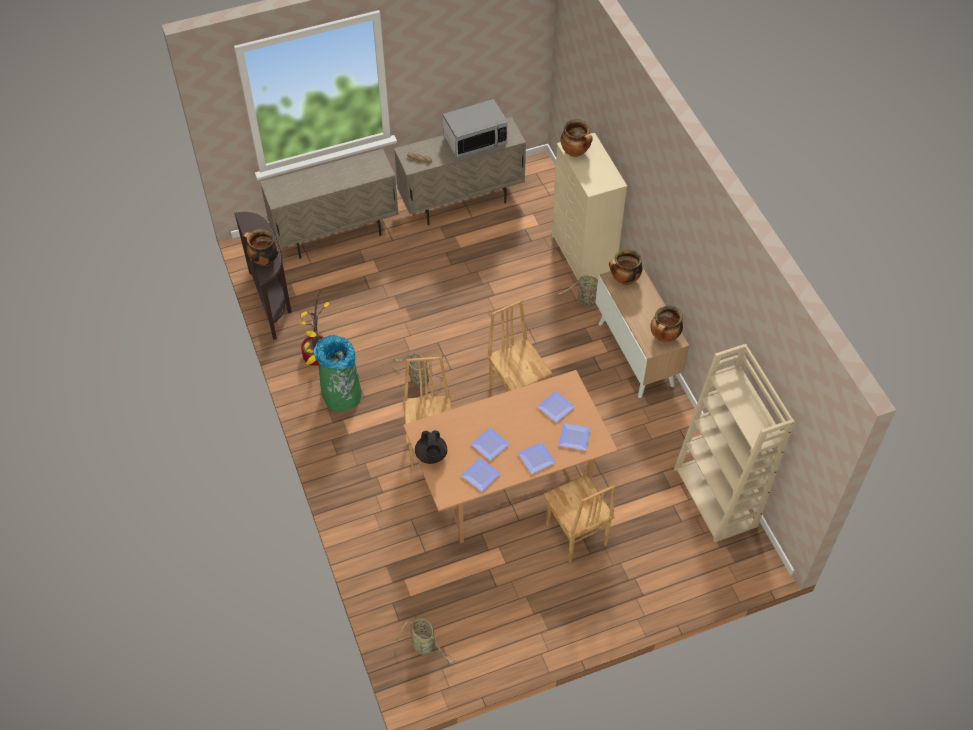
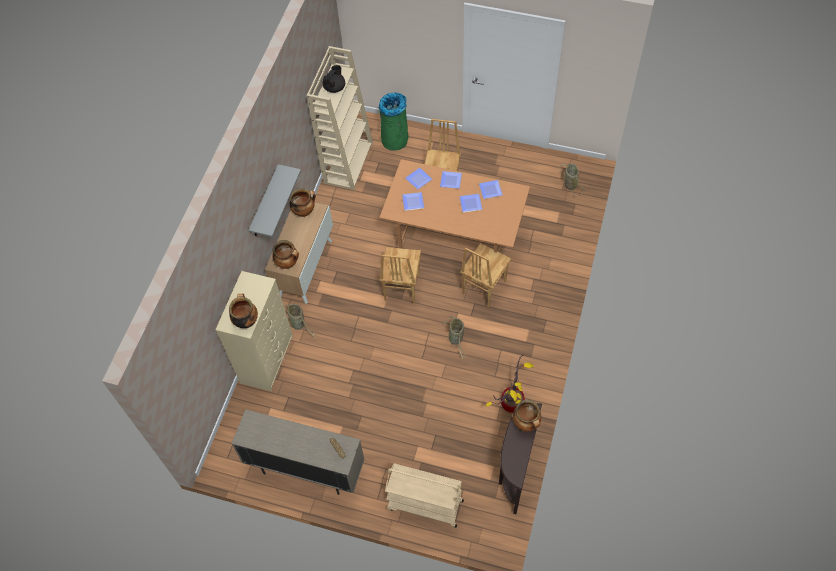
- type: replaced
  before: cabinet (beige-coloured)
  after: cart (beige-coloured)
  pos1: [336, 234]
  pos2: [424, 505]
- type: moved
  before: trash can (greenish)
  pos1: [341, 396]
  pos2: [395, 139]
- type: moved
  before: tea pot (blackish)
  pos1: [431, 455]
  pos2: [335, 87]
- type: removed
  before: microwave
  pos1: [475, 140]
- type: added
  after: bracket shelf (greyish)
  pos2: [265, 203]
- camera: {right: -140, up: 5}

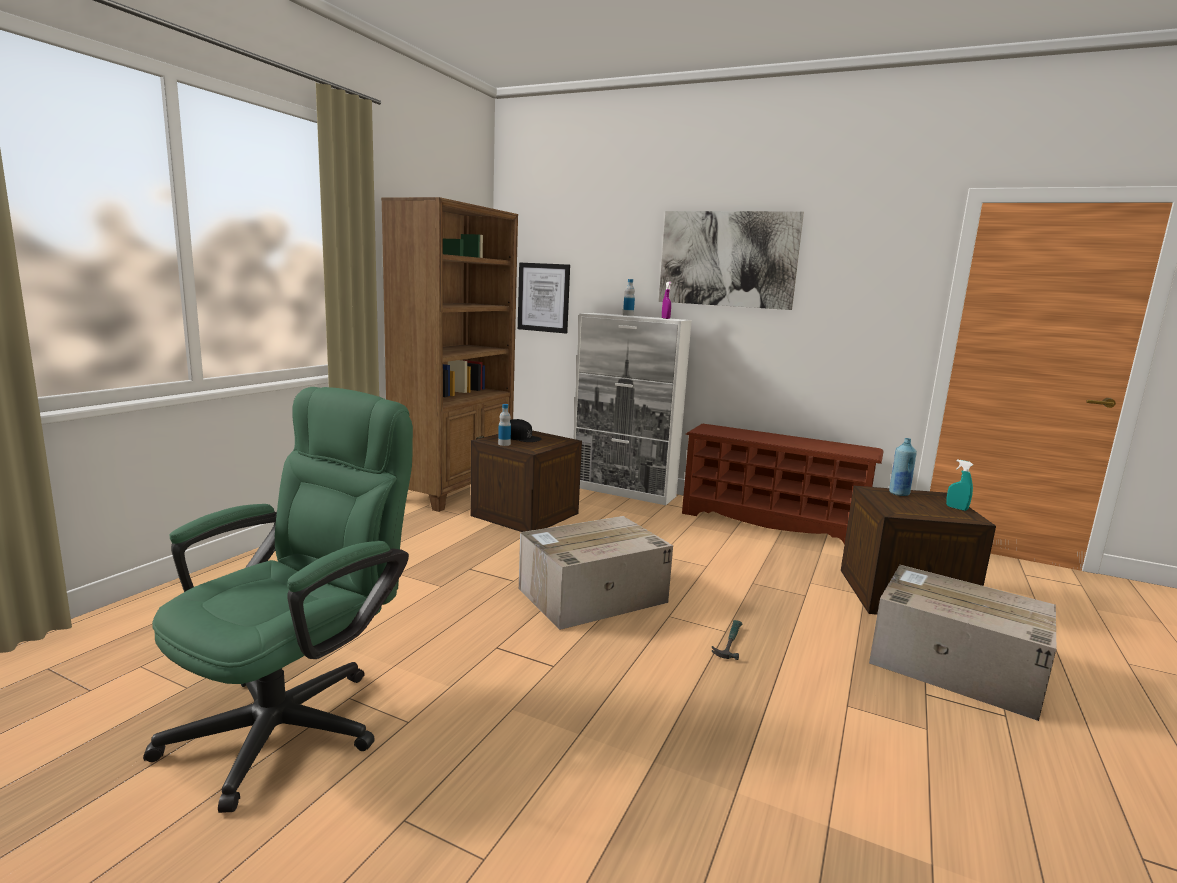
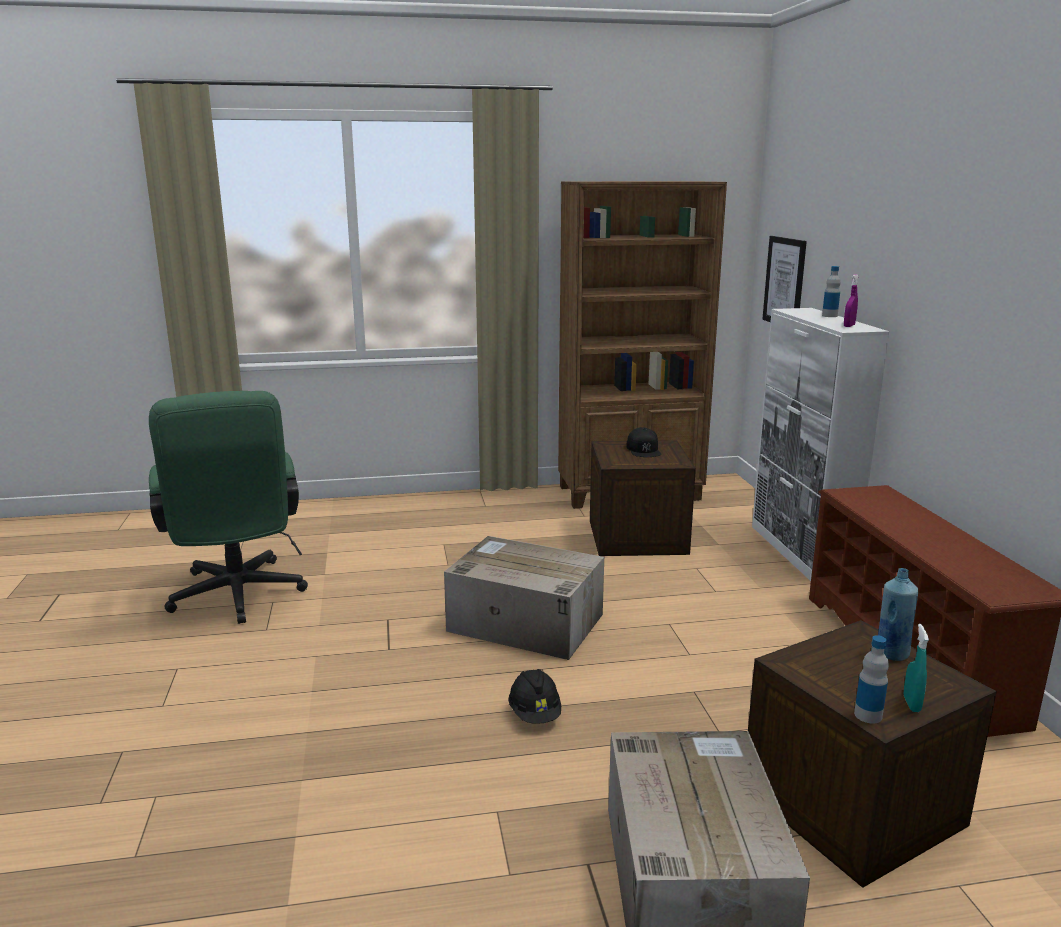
- type: turned
  before: computer chair (greenish)
  pos1: [296, 718]
  pos2: [237, 598]
  turn: 75
- type: moved
  before: beverage bottle
  pos1: [504, 444]
  pos2: [868, 715]
- type: removed
  before: wall art
  pos1: [727, 259]
- type: replaced
  before: hammer
  after: hard hat (blackish)
  pos1: [729, 642]
  pos2: [535, 714]
- camera: {right: 55, up: 5}

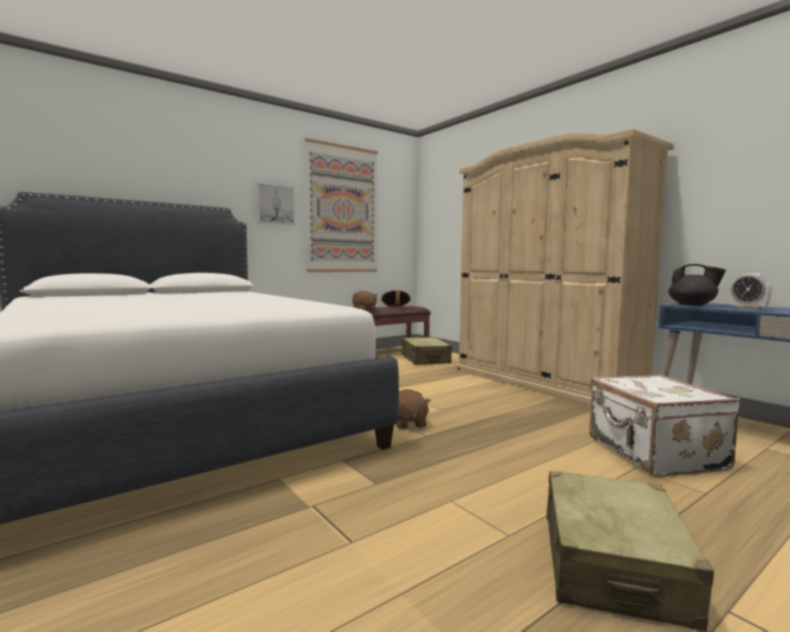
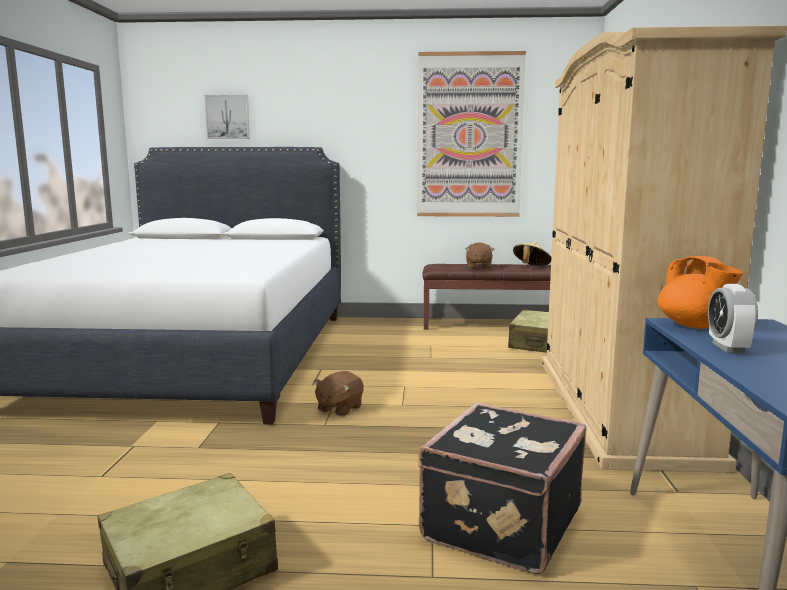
- type: moved
  before: wall art
  pos1: [275, 204]
  pos2: [228, 117]
- type: recoloured
  before: piece of luggage (white-coloured)
  after: piece of luggage (blackish)
  pos1: [653, 454]
  pos2: [499, 523]
- type: recoloured
  before: tea pot (blackish)
  after: tea pot (orange-coloured)
  pos1: [693, 305]
  pos2: [695, 326]
- camera: {right: 40, up: 5}

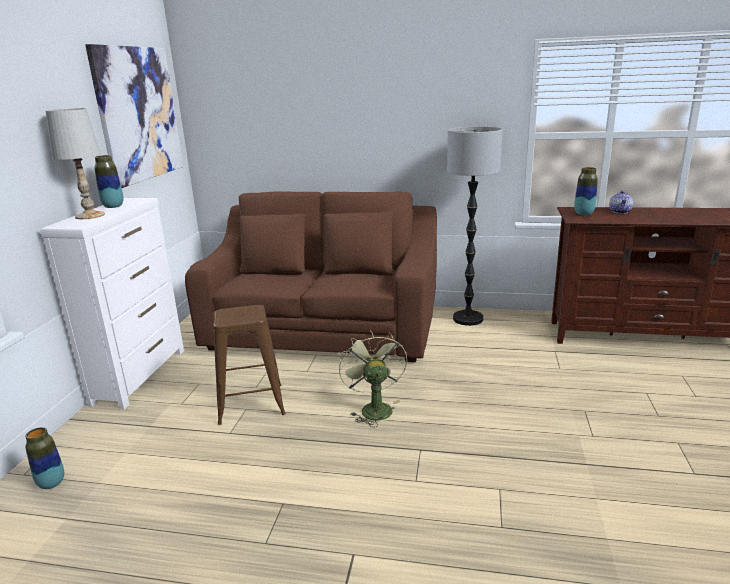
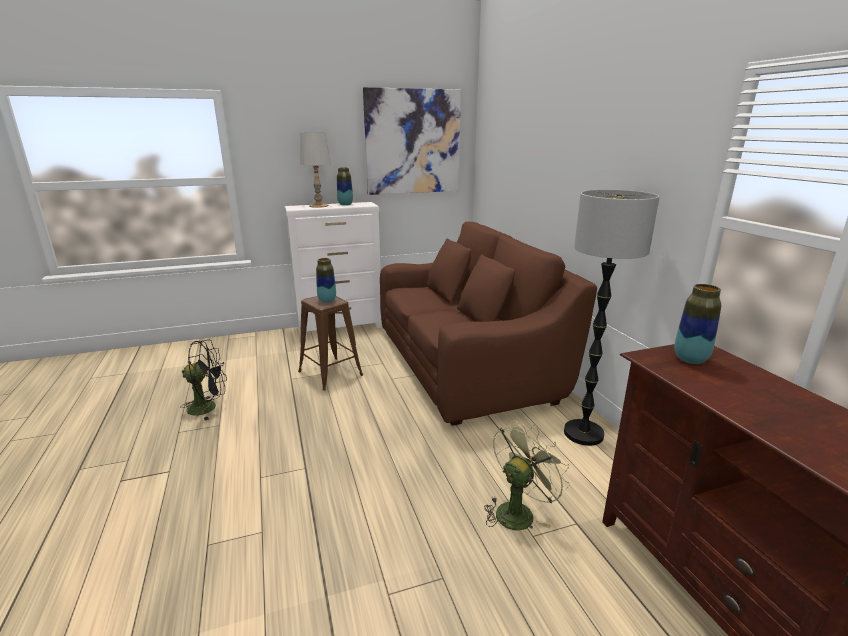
- type: moved
  before: flower vase
  pos1: [51, 483]
  pos2: [327, 300]
- type: moved
  before: cooling fan (greenish)
  pos1: [373, 408]
  pos2: [518, 511]
- type: removed
  before: tea pot
  pos1: [620, 212]
- type: added
  after: cooling fan (blackish)
  pos2: [208, 407]
- camera: {right: 60, up: 0}

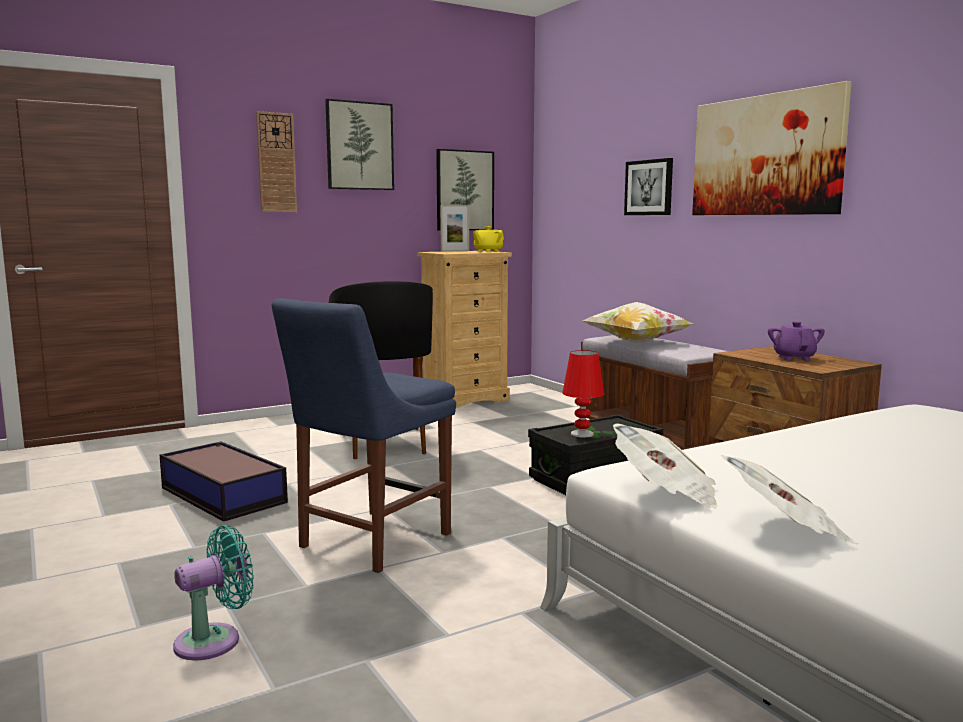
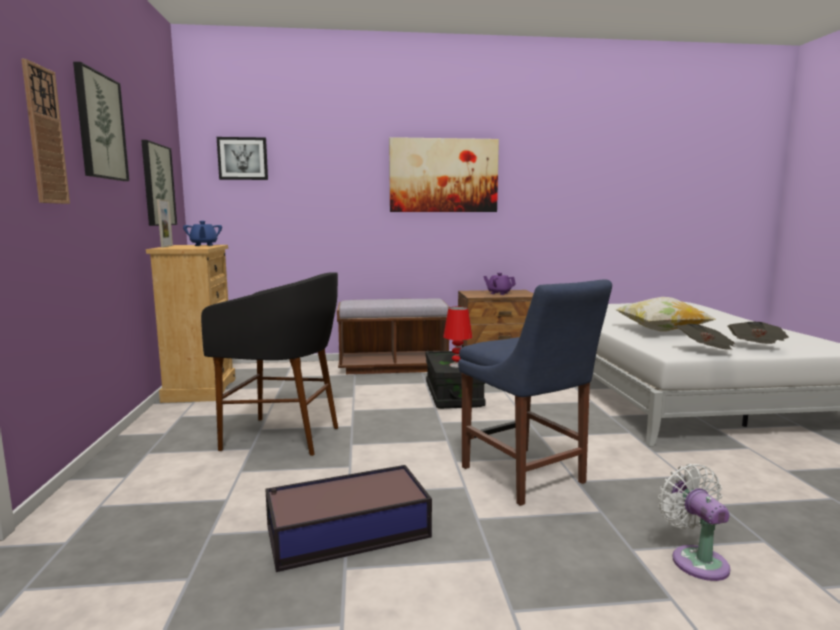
- type: recoloured
  before: cooling fan (turquoise-coloured)
  after: cooling fan (white-coloured)
  pos1: [214, 640]
  pos2: [696, 559]
- type: recoloured
  before: tea pot (yellow-coloured)
  after: tea pot (blue-coloured)
  pos1: [488, 251]
  pos2: [204, 245]
- type: moved
  before: throw pillow
  pos1: [636, 342]
  pos2: [661, 331]
- type: moved
  before: wall art
  pos1: [649, 187]
  pos2: [243, 158]
- camera: {right: -65, up: 0}

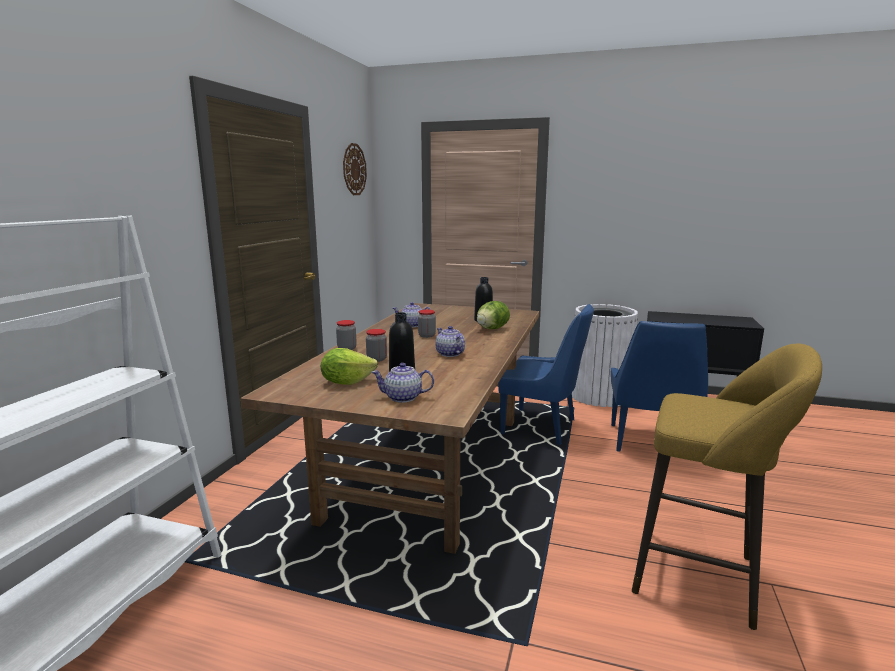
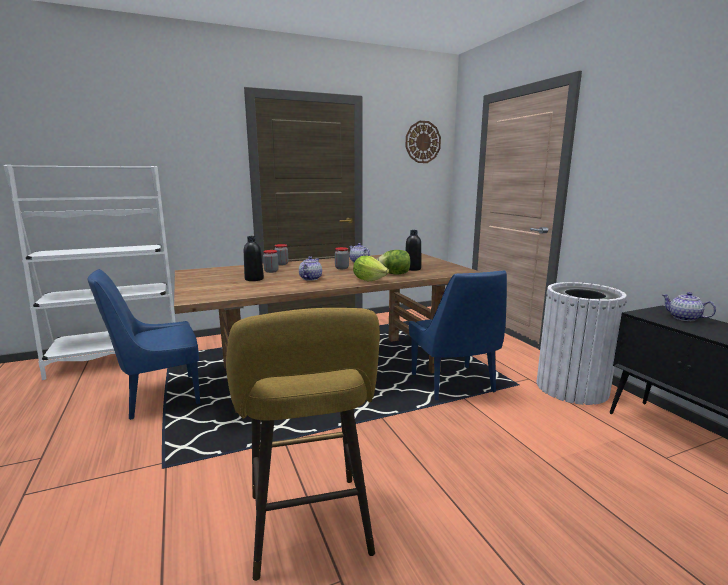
- type: moved
  before: lettuce
  pos1: [346, 382]
  pos2: [369, 280]
- type: moved
  before: tea pot
  pos1: [403, 398]
  pos2: [684, 318]
- type: moved
  before: upright chair (blue-coloured)
  pos1: [650, 442]
  pos2: [159, 397]
- camera: {right: 50, up: 0}

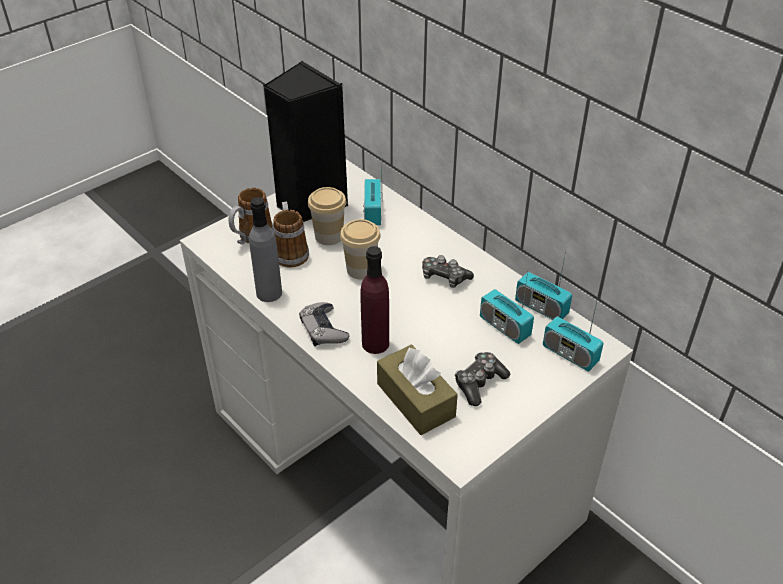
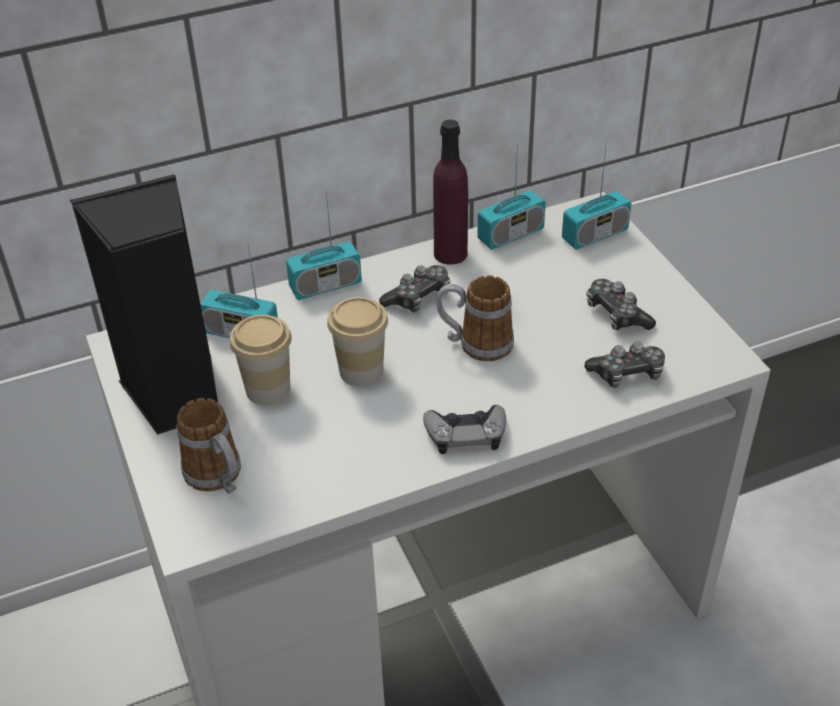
- type: removed
  before: beverage bottle (greyish)
  pos1: [269, 293]
- type: moved
  before: tea mug
  pos1: [290, 252]
  pos2: [475, 344]
- type: moved
  before: beverage bottle (purple-coloured)
  pos1: [375, 343]
  pos2: [450, 254]
- type: replaced
  before: tissue box (brown-coloured)
  after: joypad
  pos1: [415, 400]
  pos2: [627, 373]
- type: moved
  before: radio receiver
  pos1: [504, 327]
  pos2: [325, 285]
- camera: {right: -70, up: 0}

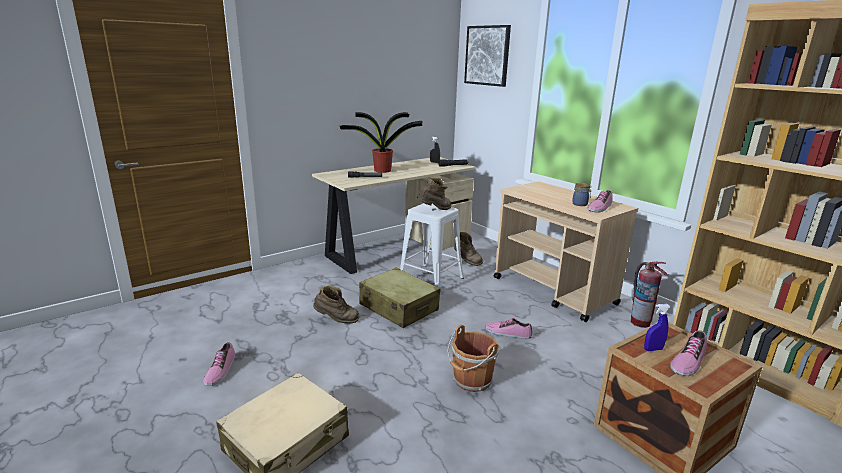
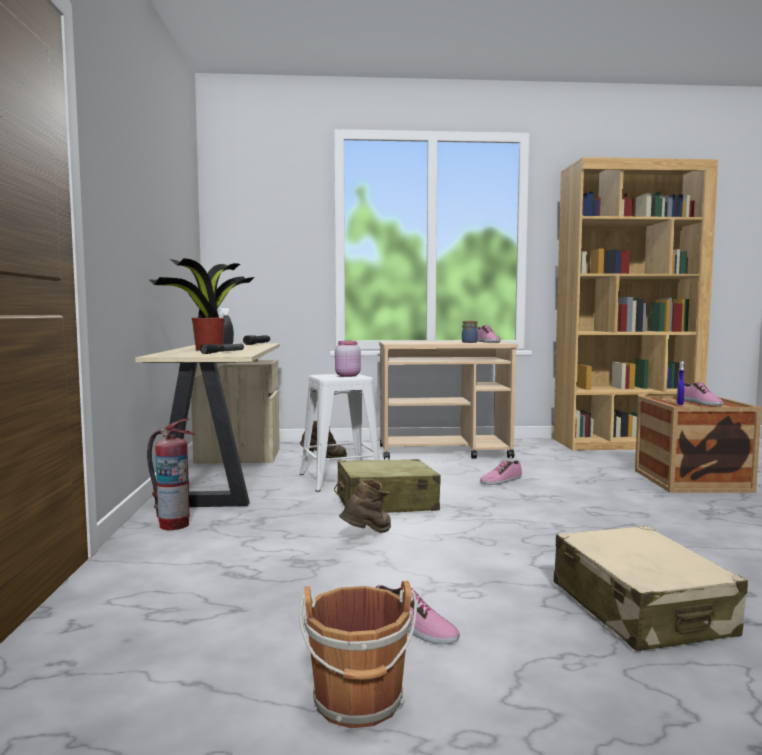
- type: replaced
  before: high-top boot (brown-coloured)
  after: storage jar (pinkish)
  pos1: [435, 210]
  pos2: [347, 375]
- type: moved
  before: water bucket (brown-coloured)
  pos1: [471, 380]
  pos2: [359, 703]
- type: removed
  before: wall art
  pos1: [487, 55]
- type: moved
  before: fire extinguisher
  pos1: [640, 322]
  pos2: [174, 525]
- camera: {right: -55, up: -15}

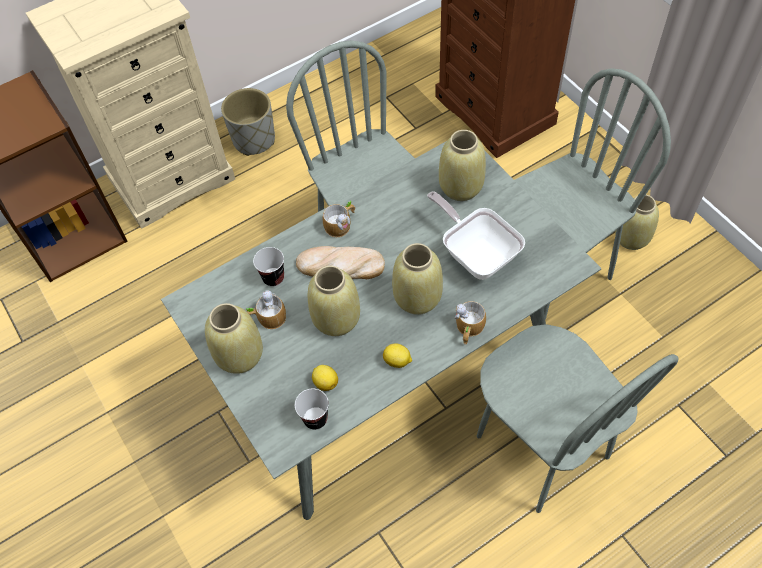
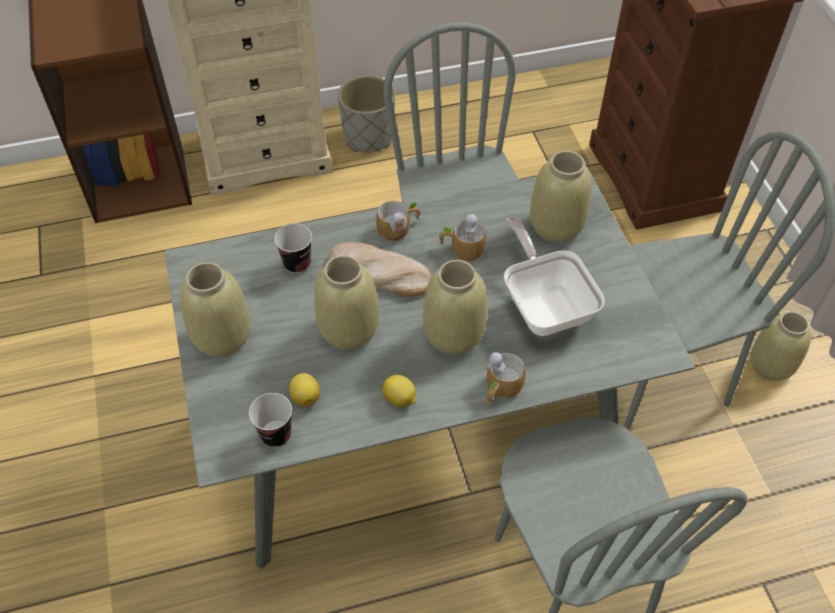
- type: moved
  before: tea mug
  pos1: [267, 318]
  pos2: [462, 248]
- camera: {right: 15, up: -5}

